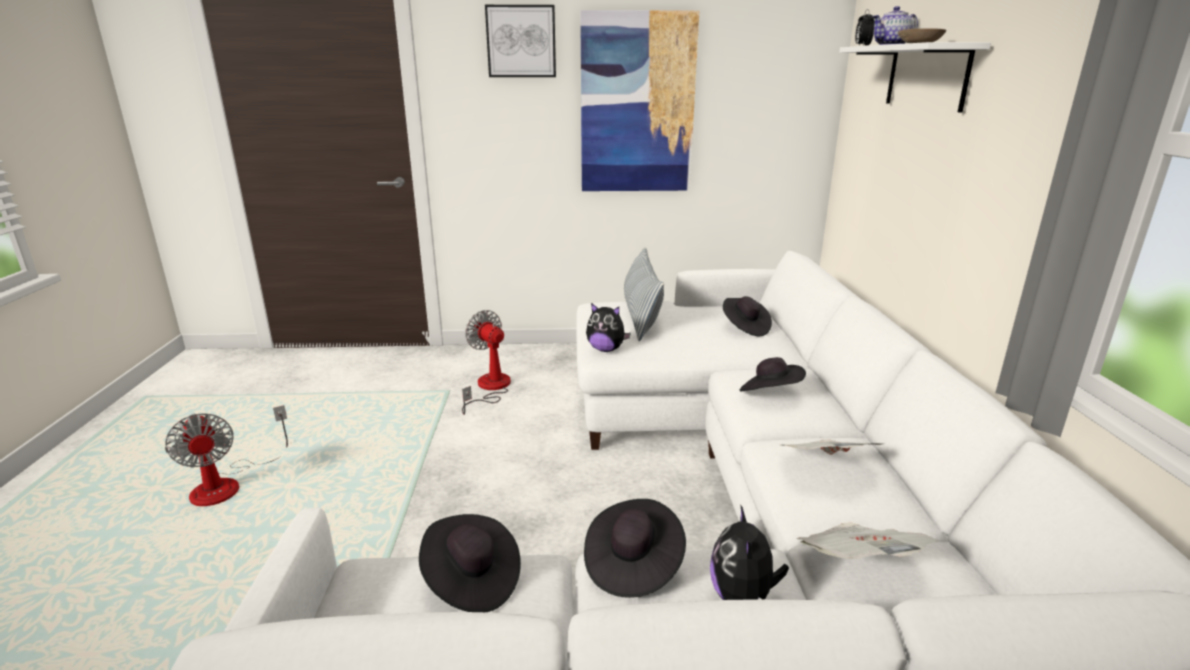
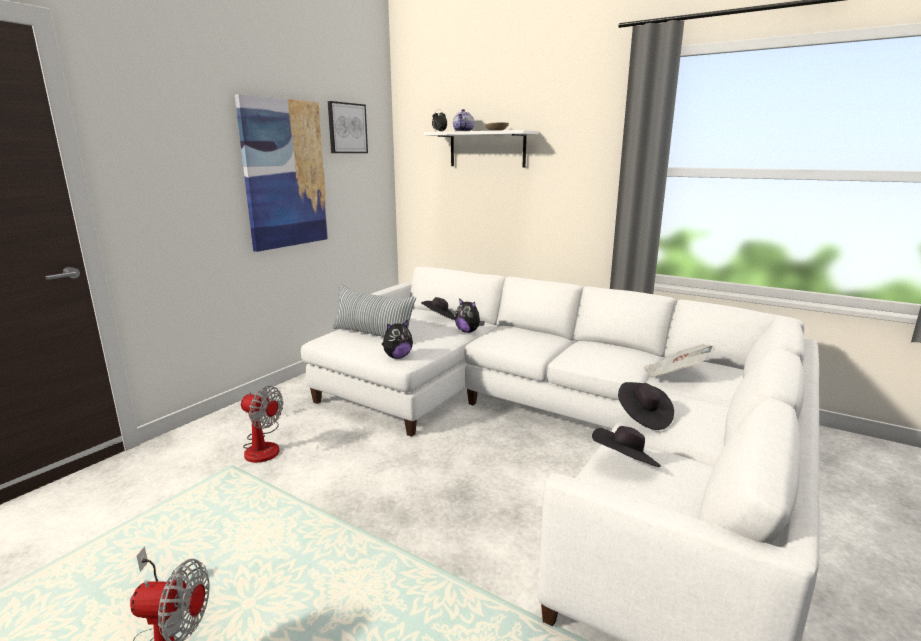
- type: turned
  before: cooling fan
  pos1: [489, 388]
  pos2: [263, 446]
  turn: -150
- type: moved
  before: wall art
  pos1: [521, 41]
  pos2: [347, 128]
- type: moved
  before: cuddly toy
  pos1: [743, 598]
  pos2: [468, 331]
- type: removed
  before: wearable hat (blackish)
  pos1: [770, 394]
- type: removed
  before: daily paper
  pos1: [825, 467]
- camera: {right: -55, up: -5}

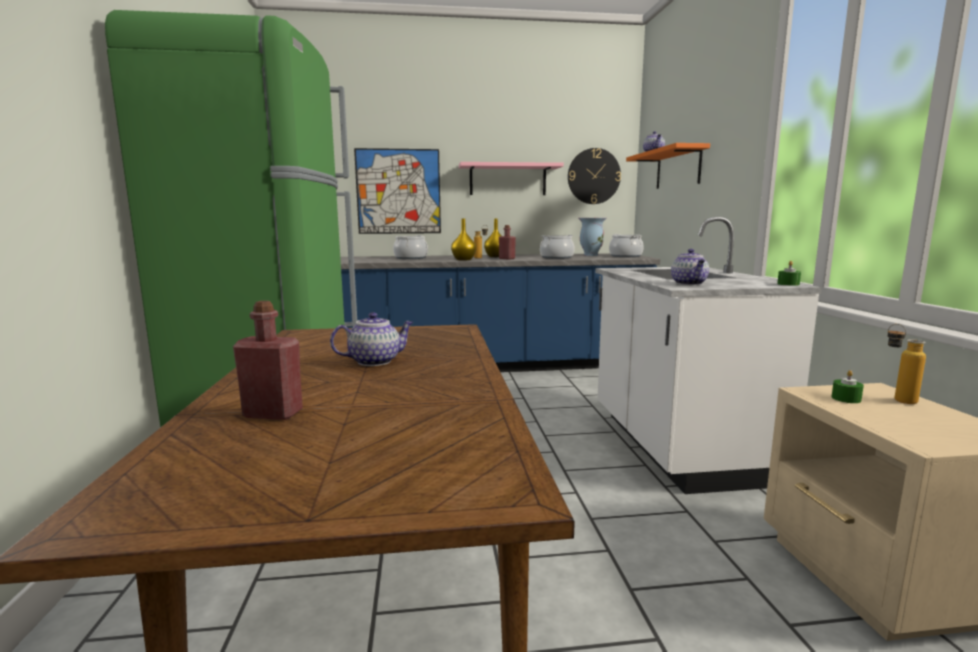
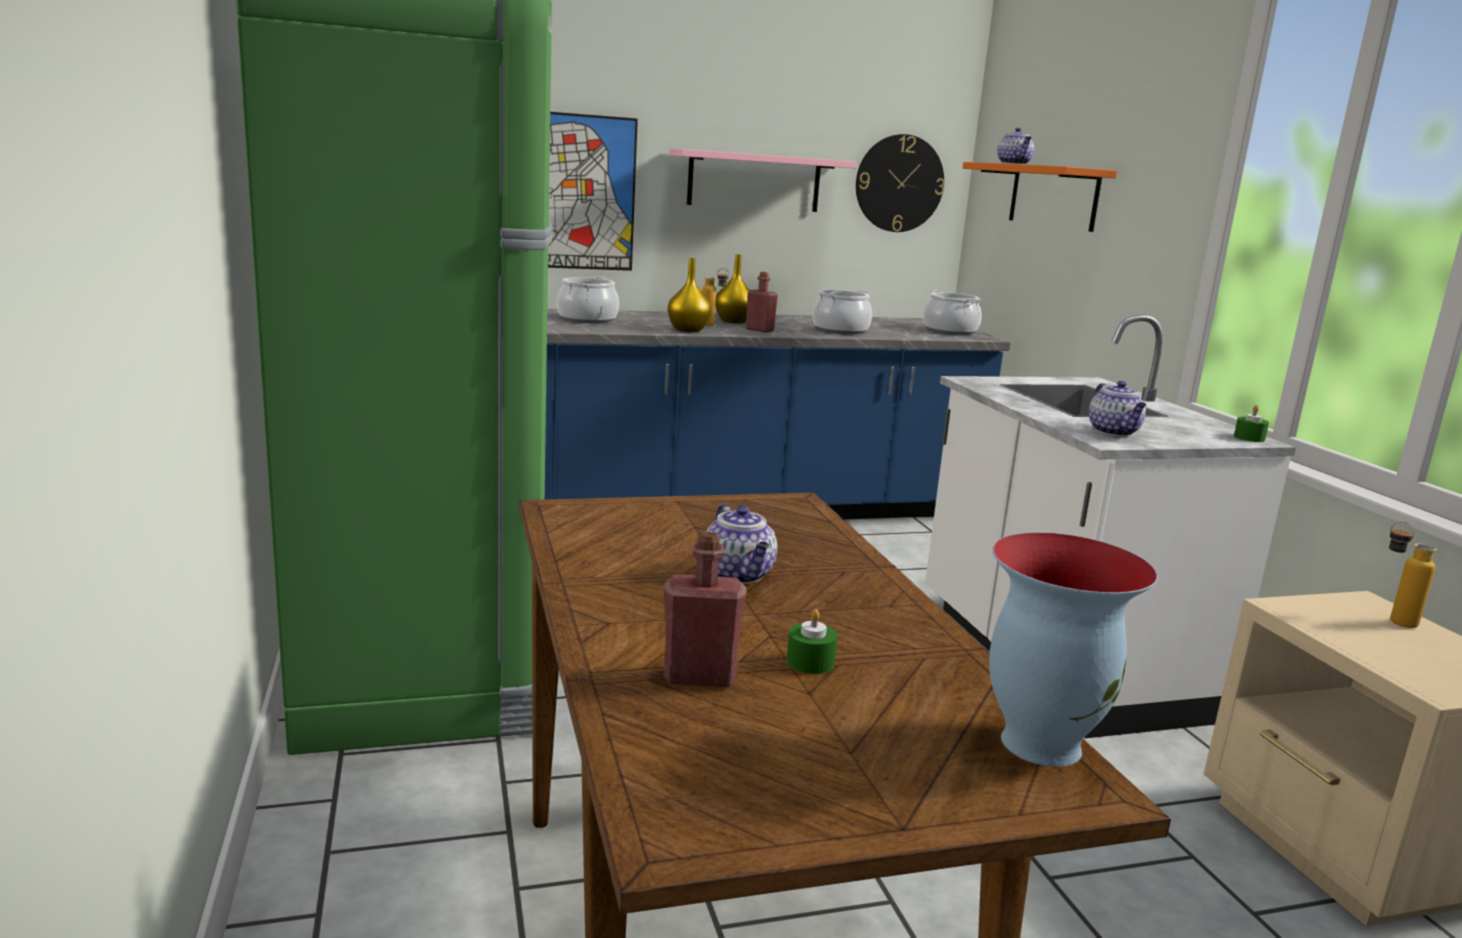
- type: turned
  before: tea pot
  pos1: [375, 361]
  pos2: [739, 575]
  turn: 105
- type: moved
  before: flower vase
  pos1: [590, 255]
  pos2: [1039, 742]
- type: moved
  before: wax light (greenish)
  pos1: [846, 399]
  pos2: [810, 662]
- camera: {right: -10, up: 5}

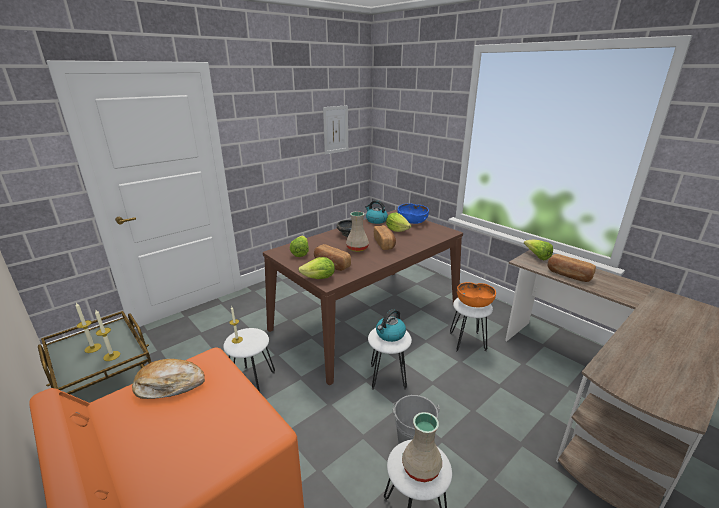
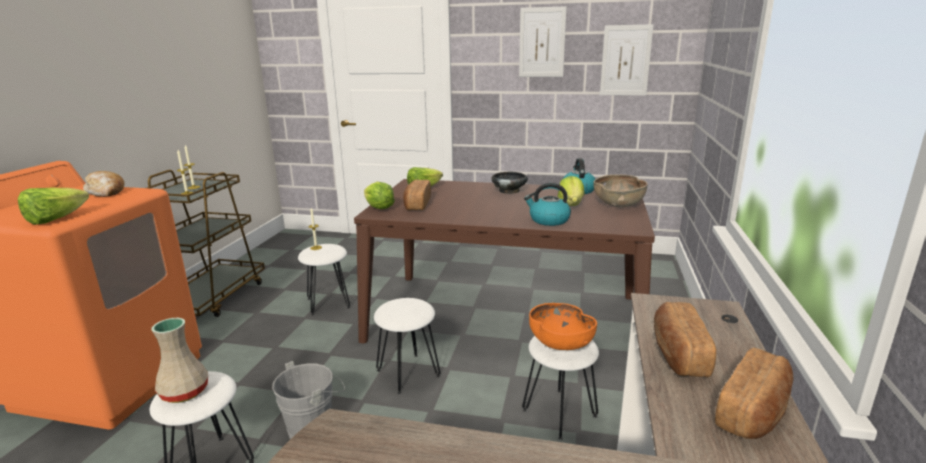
- type: removed
  before: flower vase (beige-coloured)
  pos1: [357, 248]
- type: moved
  before: bakery bread
  pos1: [384, 243]
  pos2: [754, 411]
- type: moved
  before: tea kettle
  pos1: [390, 334]
  pos2: [548, 220]
- type: recoloured
  before: serving bowl (blue-coloured)
  after: serving bowl (brown-coloured)
  pos1: [412, 222]
  pos2: [618, 204]
- type: moved
  before: lettuce
  pos1: [537, 256]
  pos2: [56, 219]
- type: added
  after: wall art
  pos2: [542, 42]
- camera: {right: 55, up: -5}

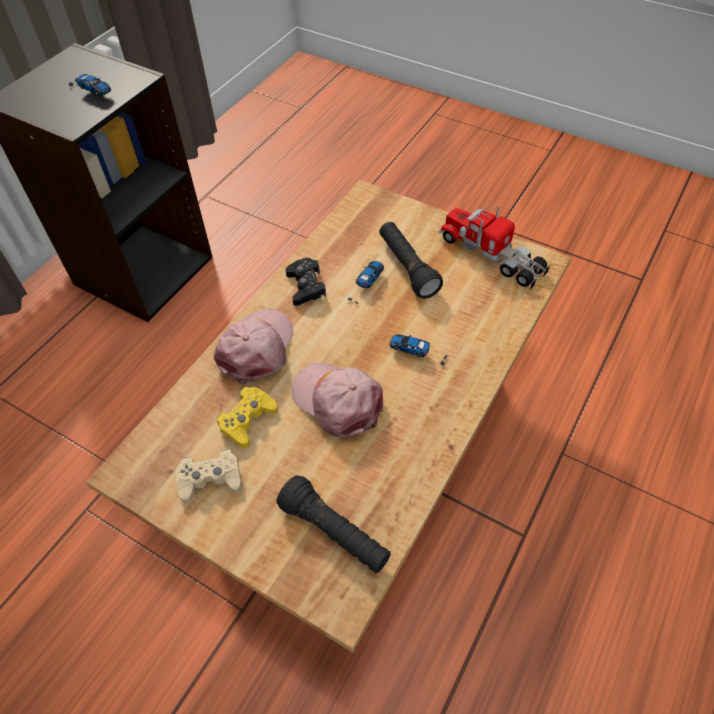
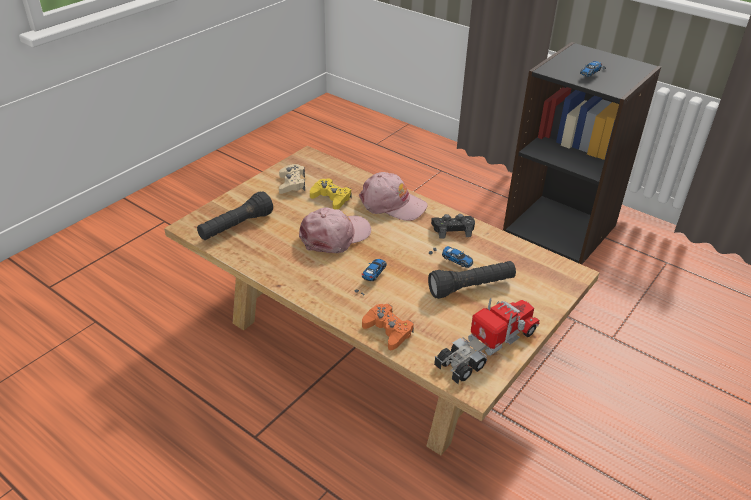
- type: added
  after: joypad (orange-coloured)
  pos2: [388, 331]
- camera: {right: 95, up: -15}

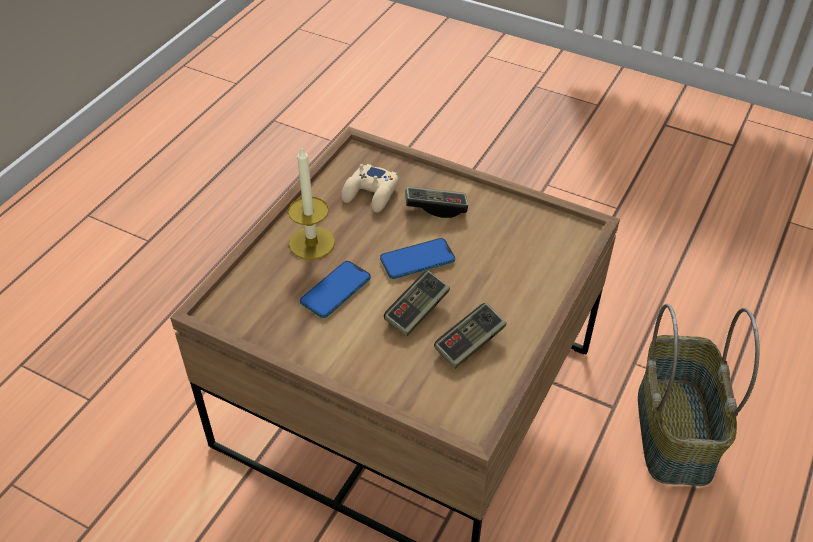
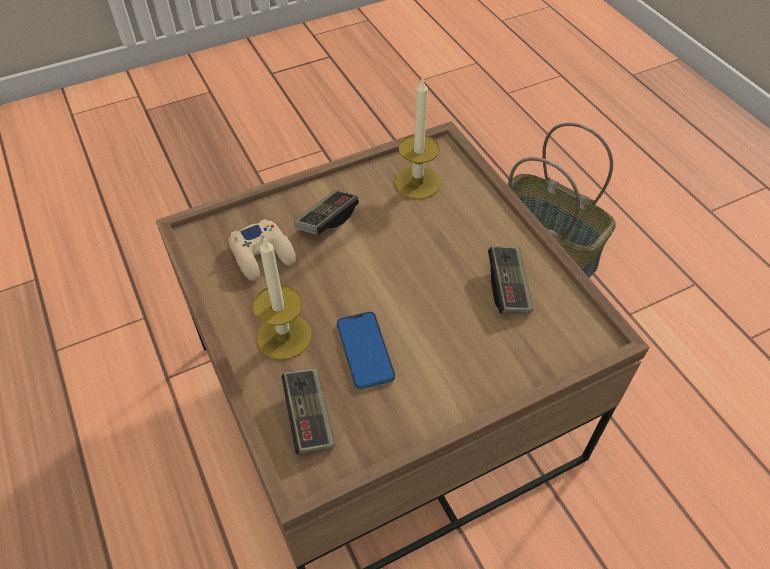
- type: removed
  before: phone
  pos1: [417, 260]
- type: moved
  before: joypad
  pos1: [417, 311]
  pos2: [309, 417]
- type: added
  after: wax light
  pos2: [417, 183]
- camera: {right: -55, up: 5}

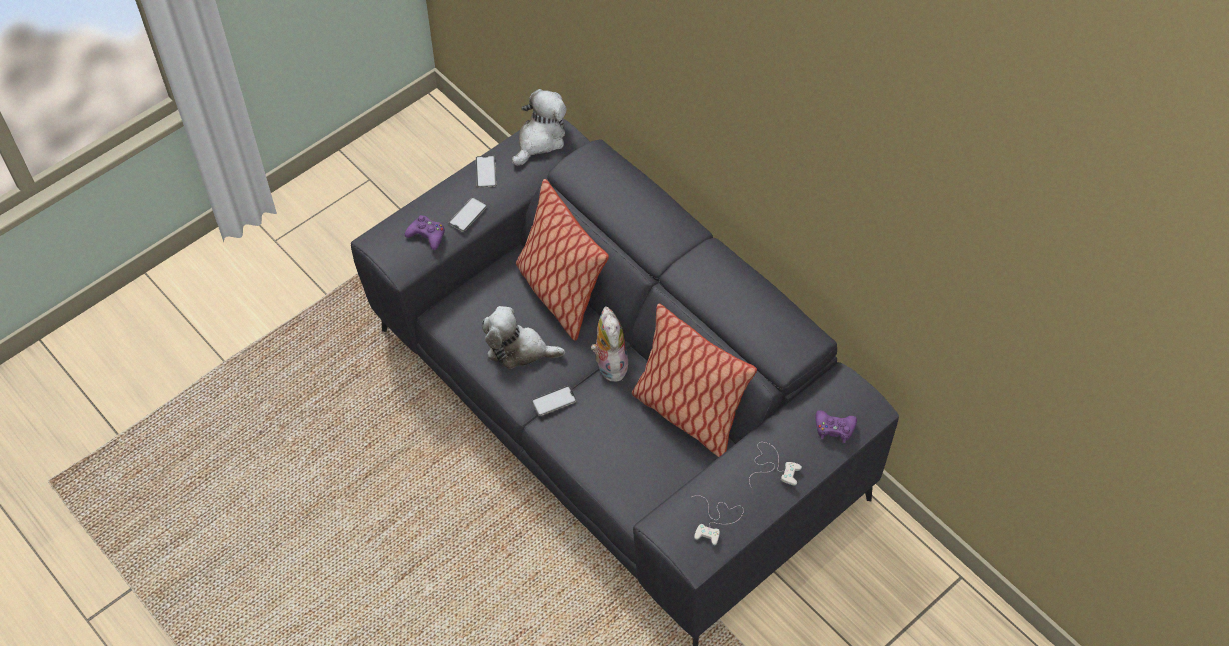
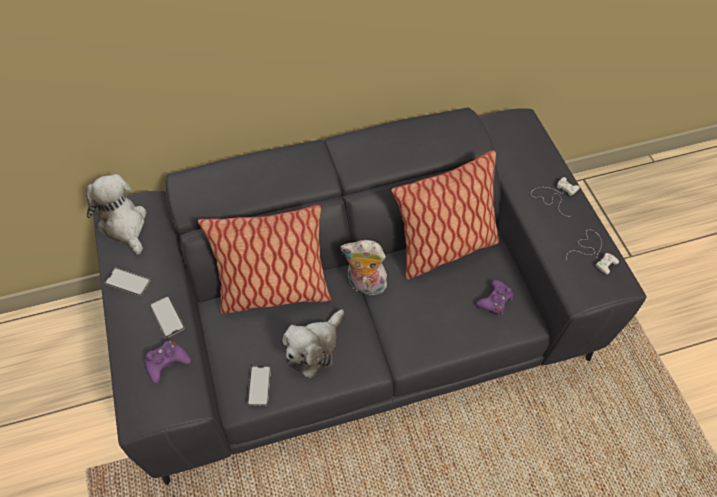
- type: moved
  before: phone
  pos1: [554, 401]
  pos2: [259, 385]
- type: moved
  before: joypad (purple-coloured)
  pos1: [834, 428]
  pos2: [495, 300]
- camera: {right: -65, up: 0}

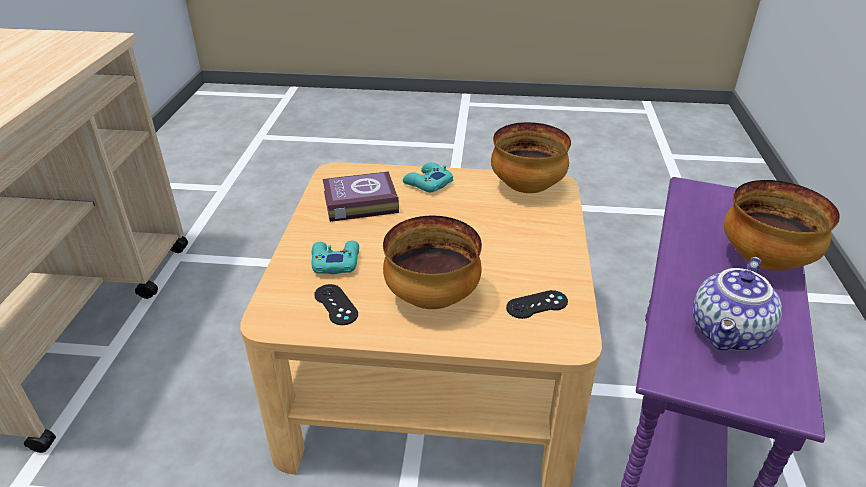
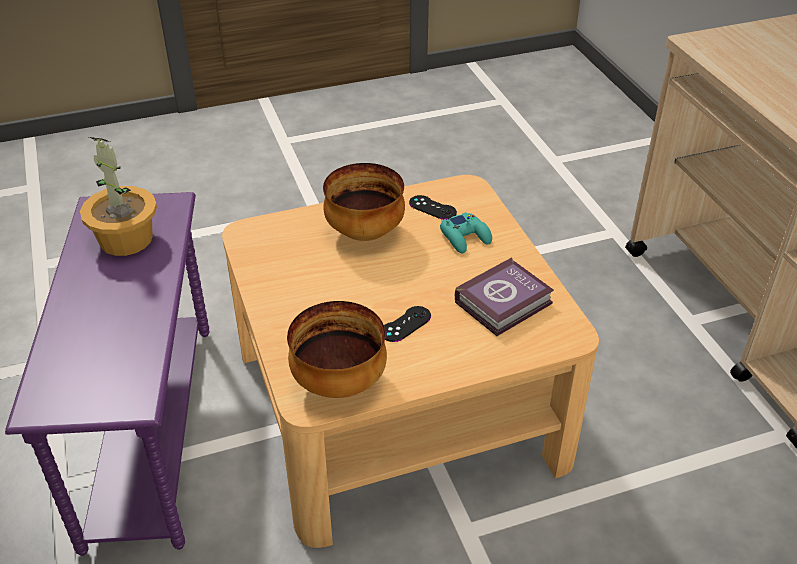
- type: removed
  before: joypad (turquoise-coloured)
  pos1: [427, 183]
- type: moved
  before: joypad (blackish)
  pos1: [537, 305]
  pos2: [405, 324]
- type: replaced
  before: tea pot
  after: houseplant
  pos1: [729, 334]
  pos2: [125, 240]
- type: removed
  before: serving bowl
  pos1: [765, 262]
- camera: {right: 155, up: 5}

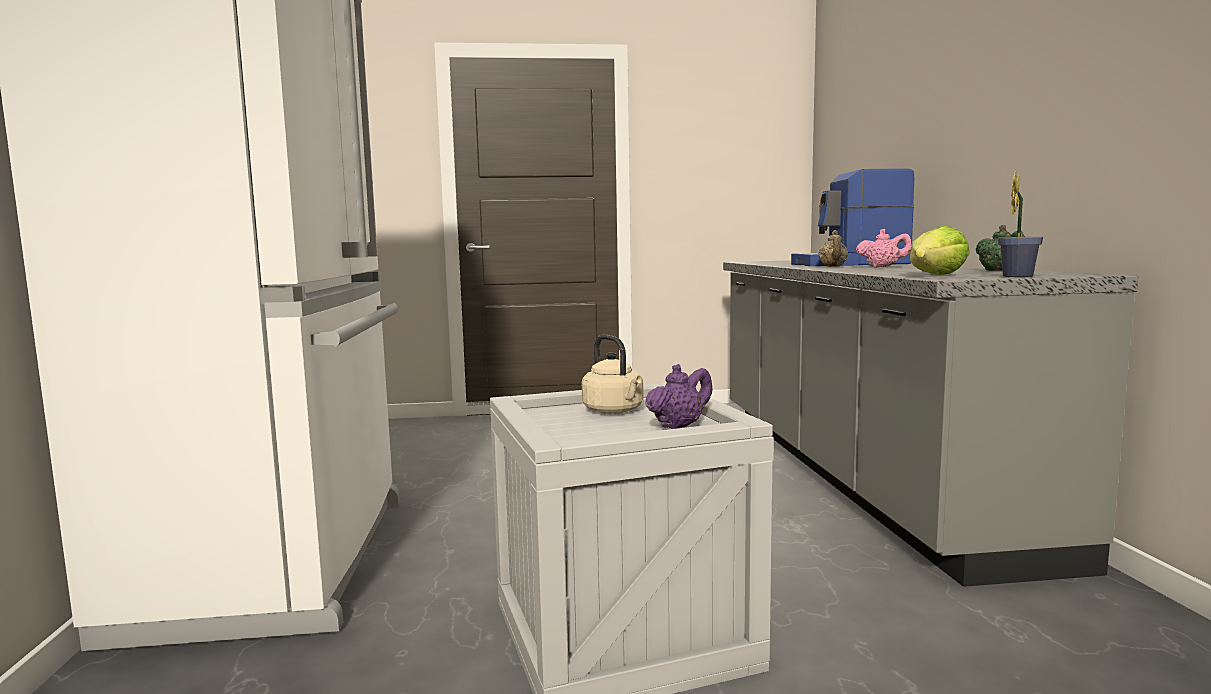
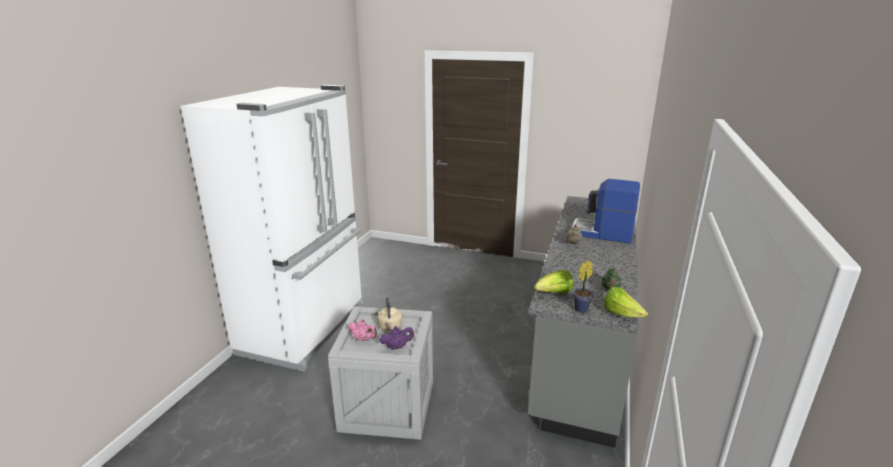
- type: moved
  before: tea pot (pinkish)
  pos1: [882, 267]
  pos2: [363, 339]
- type: added
  after: lettuce
  pos2: [621, 314]
- camera: {right: 25, up: 15}

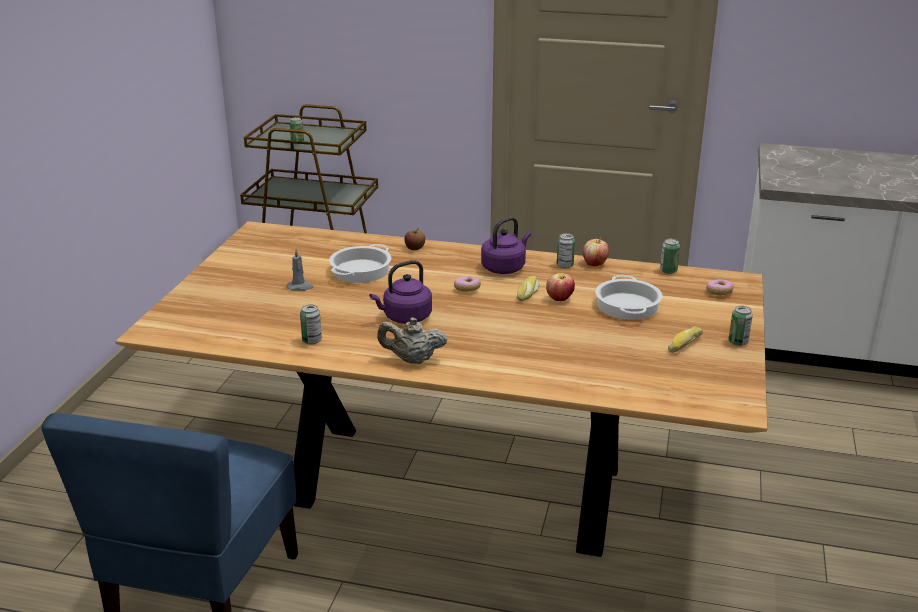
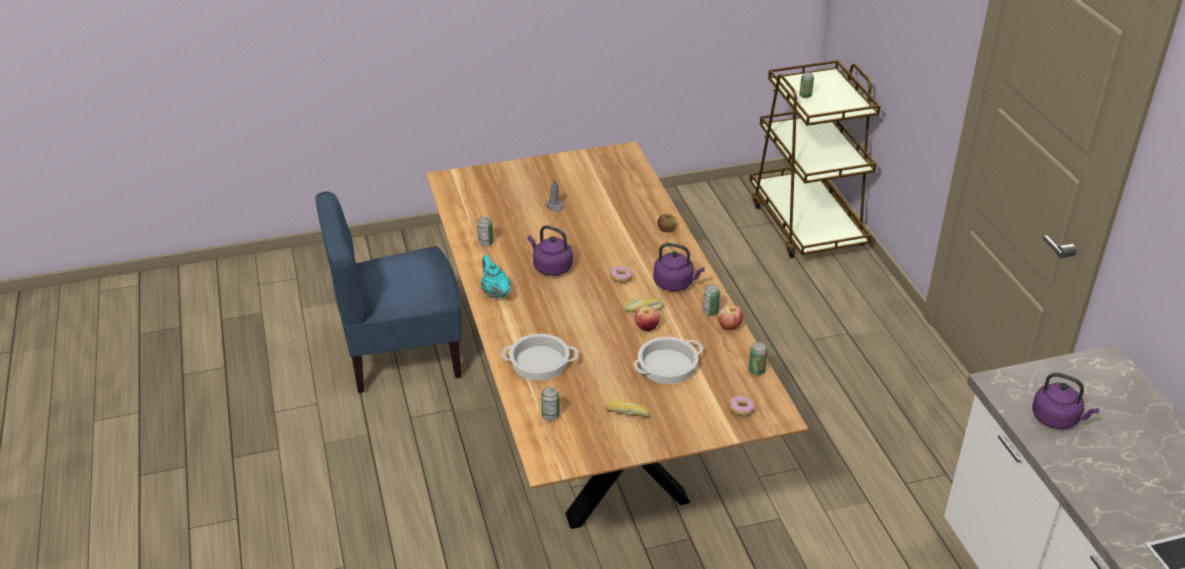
- type: moved
  before: saucepot
  pos1: [361, 271]
  pos2: [539, 363]
- type: recoloured
  before: tea pot (beige-coloured)
  after: tea pot (turquoise-coloured)
  pos1: [412, 360]
  pos2: [495, 292]
- type: moved
  before: can
  pos1: [738, 342]
  pos2: [550, 416]
- type: added
  after: tea kettle (purple-coloured)
  pos2: [1057, 419]
- camera: {right: 60, up: 10}

